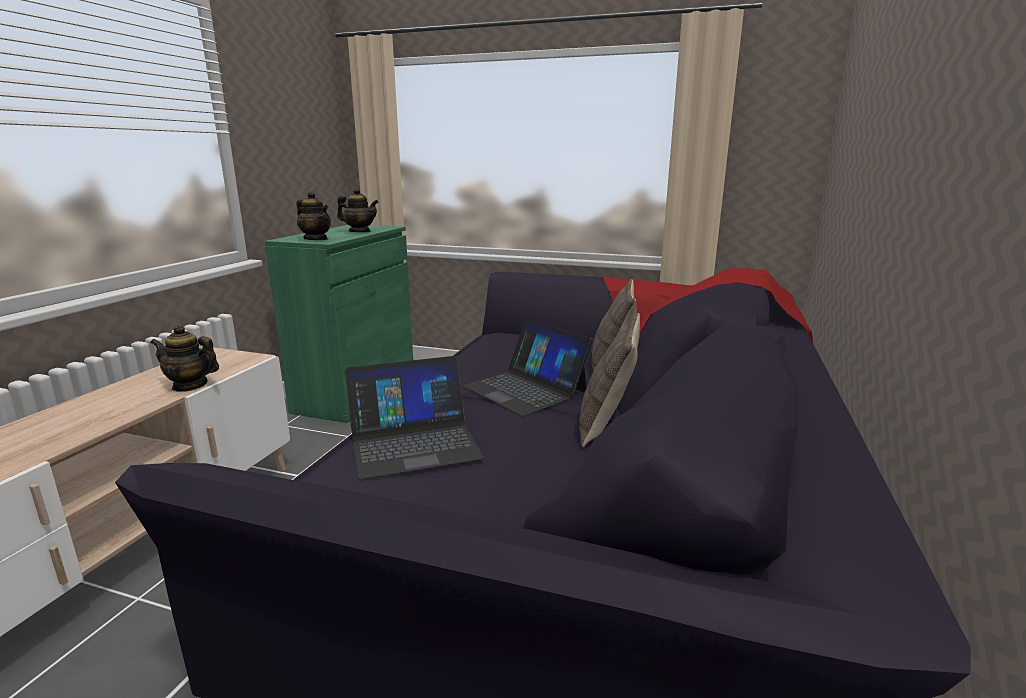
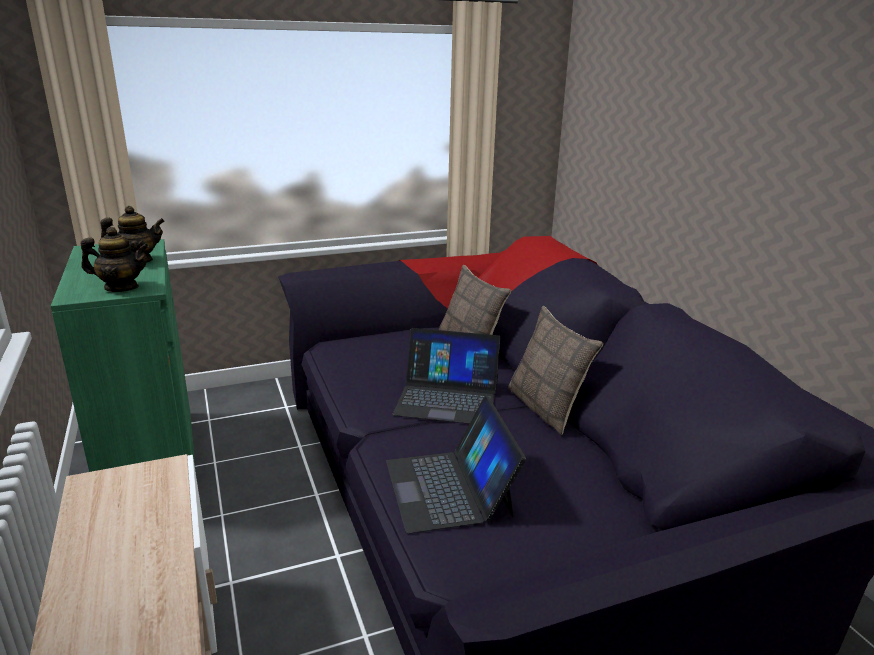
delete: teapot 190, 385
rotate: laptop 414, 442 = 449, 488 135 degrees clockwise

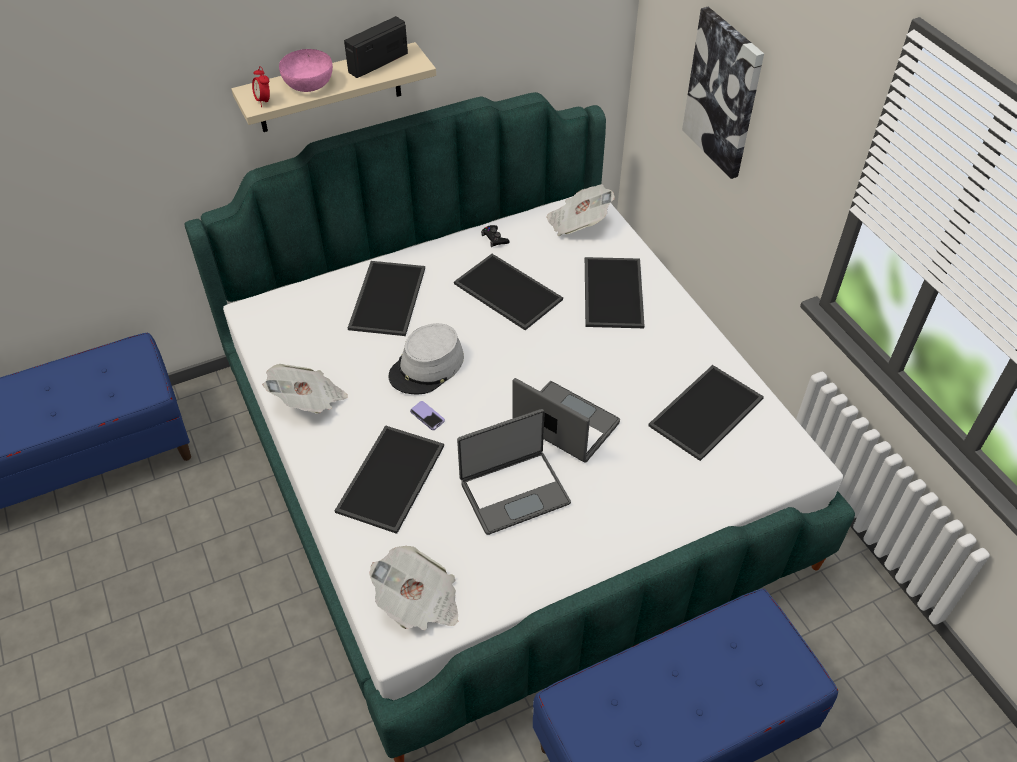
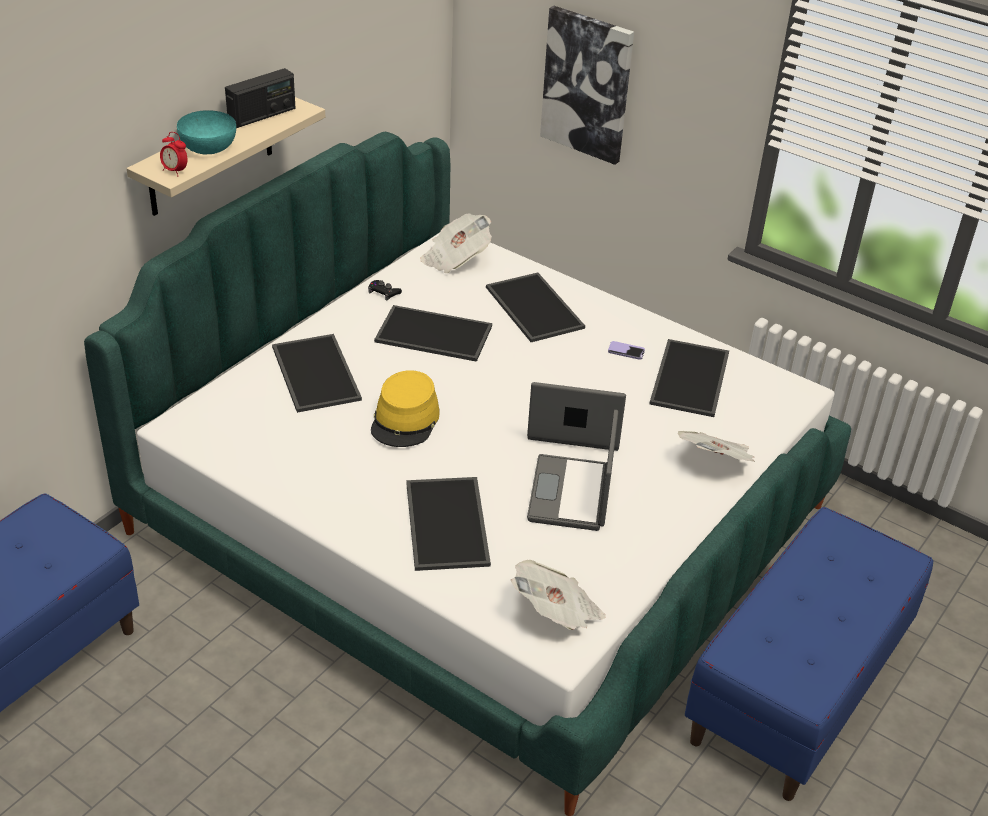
move: phone 427, 416 to 626, 351; newspaper 309, 401 to 716, 462
recolor: pink bowl 309, 84 to turquoise bowl 209, 147; grey hat 427, 367 to yellow hat 405, 420
rotate: radio 378, 62 = 262, 115 150 degrees counterclockwise; laptop 514, 491 = 572, 494 150 degrees clockwise

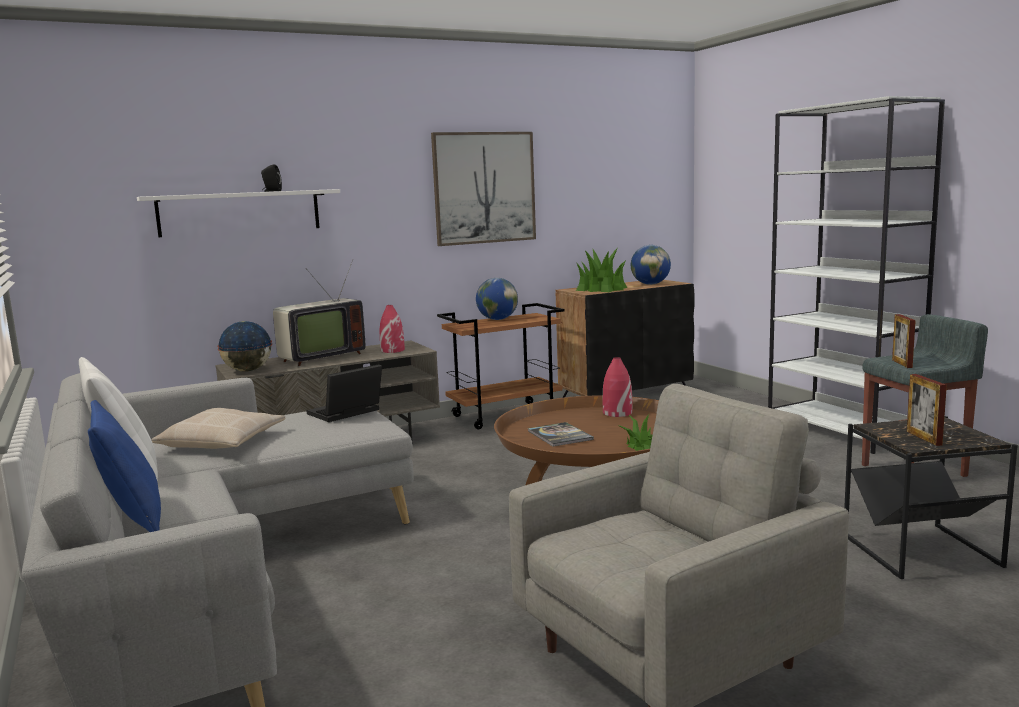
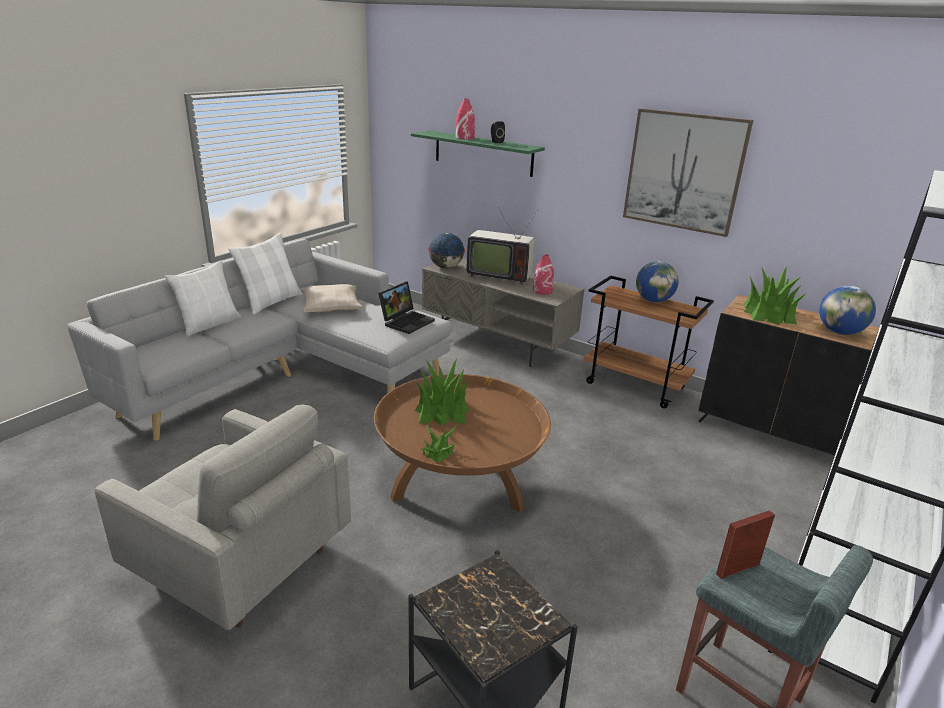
delete: picture frame 924, 438
move: red vase 617, 413 to 464, 138
replace: book 559, 435 to potted plant 442, 410
recolor: blue pillow 132, 518 to white pillow 209, 324; white shelf 240, 212 to green shelf 483, 153
rotate: laptop 345, 413 = 407, 321 105 degrees clockwise

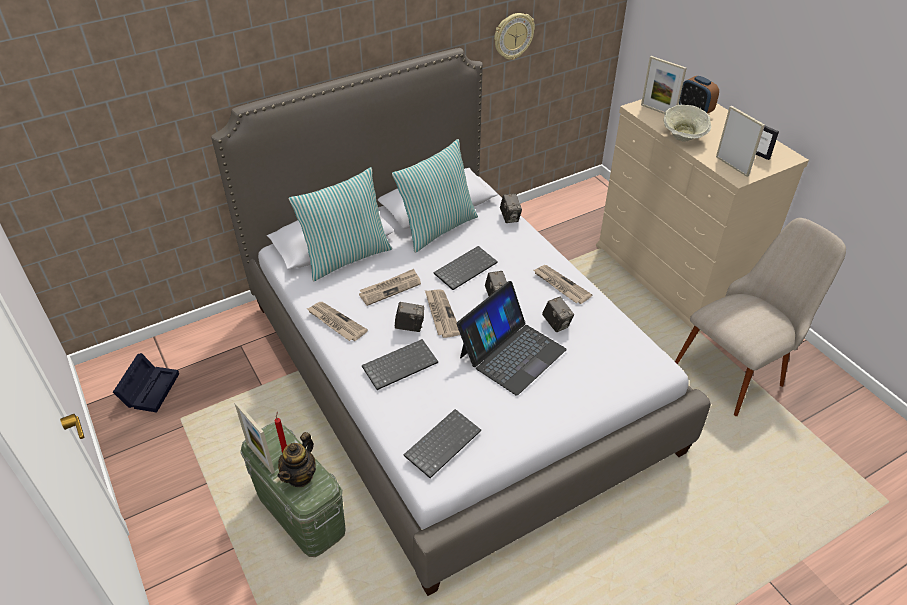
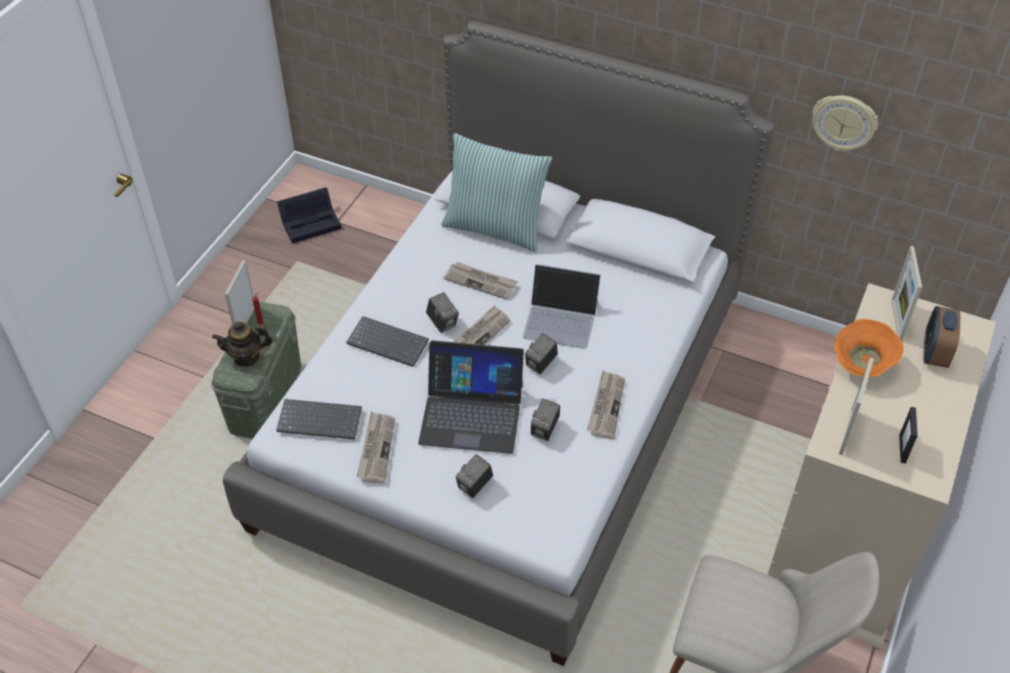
delete: pillow 437, 228
move: newspaper 336, 322 to 376, 449; photo camera 510, 217 to 474, 486
replace: keyboard 465, 268 to laptop 561, 319
recolor: beige bowl 683, 137 to orange bowl 862, 365

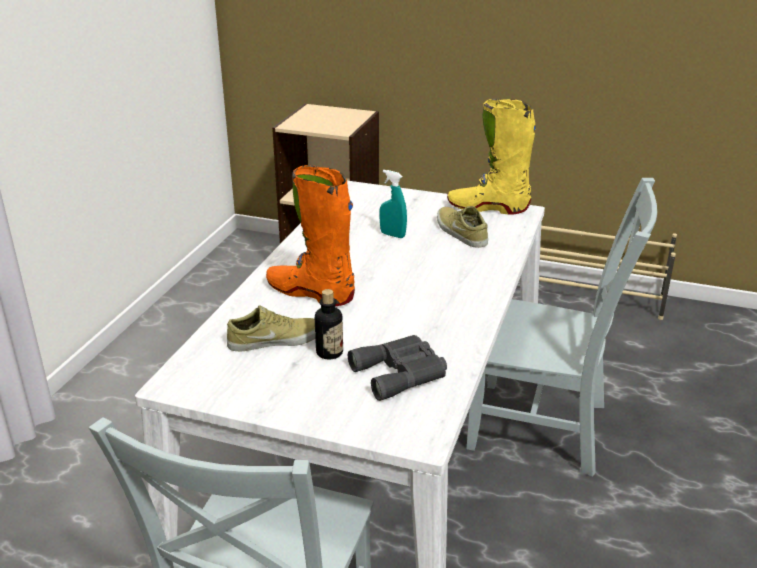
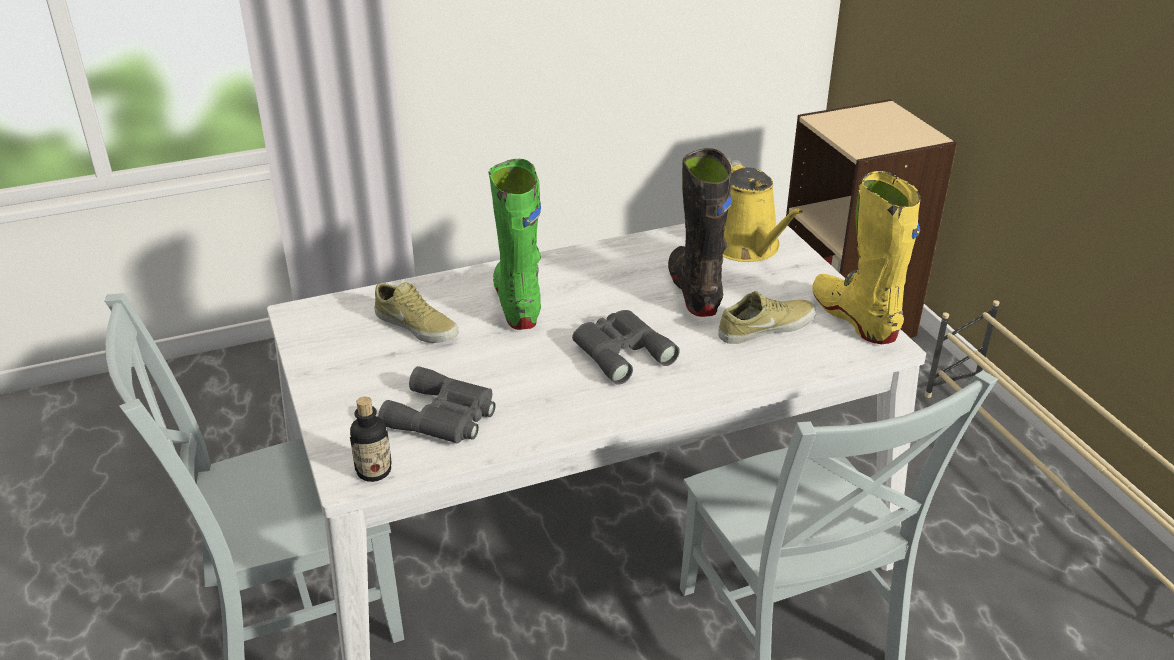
insert: grey binoculars 620, 351; yellow watering can 748, 248
move: bottle 329, 352 to 374, 471
replace: turquoise spray bottle 392, 235 to black boot 694, 291
recolor: orange boot 311, 293 to green boot 517, 303
rotate: beige shoe 460, 232 = 765, 327 45 degrees clockwise

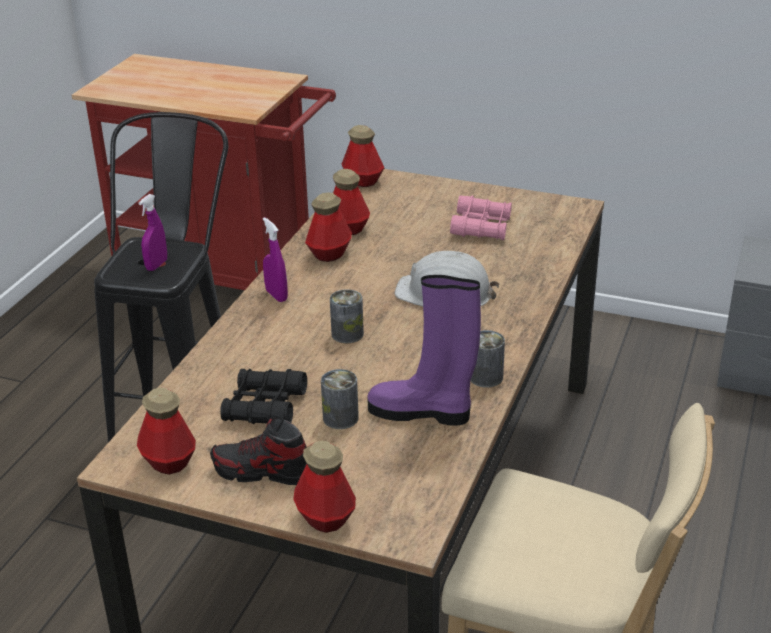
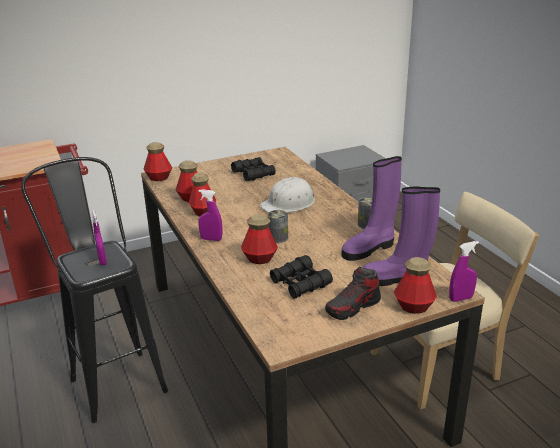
delete: can 340, 418
insert: purple boot 395, 279; purple spray bottle 461, 298
move: bottle 169, 462 to 259, 259
recolor: pink binoculars 481, 227 to black binoculars 253, 174

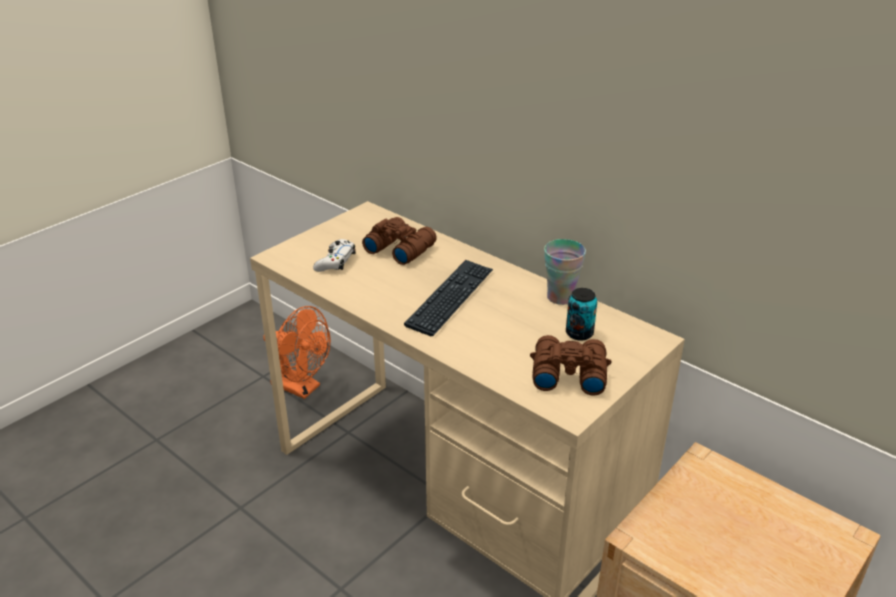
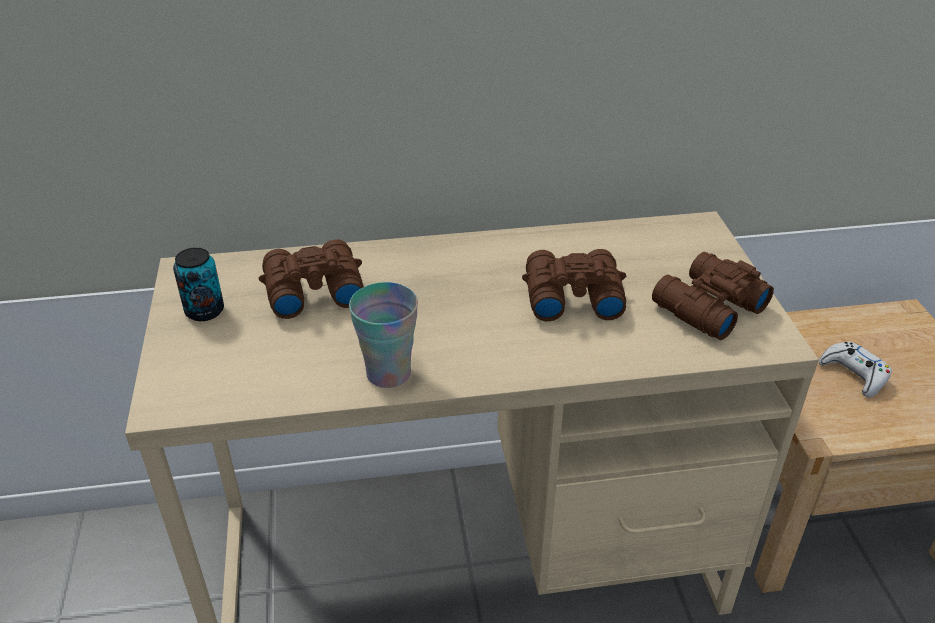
delete: orange fan 302, 388; keyboard 450, 298
insert: brown binoculars 570, 296
move: can 579, 333 to 204, 311; cup 560, 297 to 388, 373; white game controller 335, 261 to 854, 374

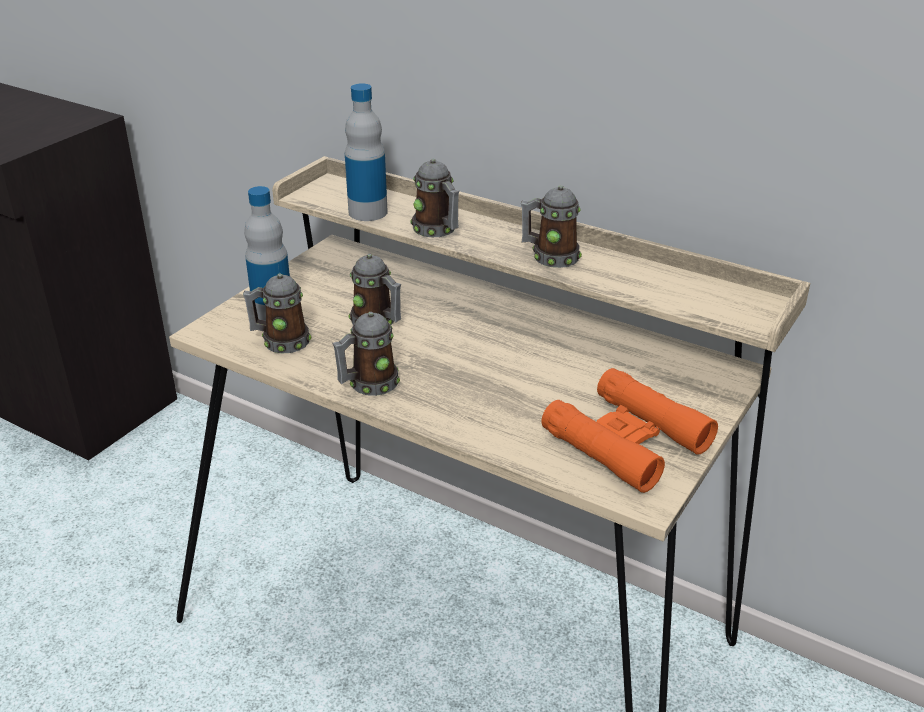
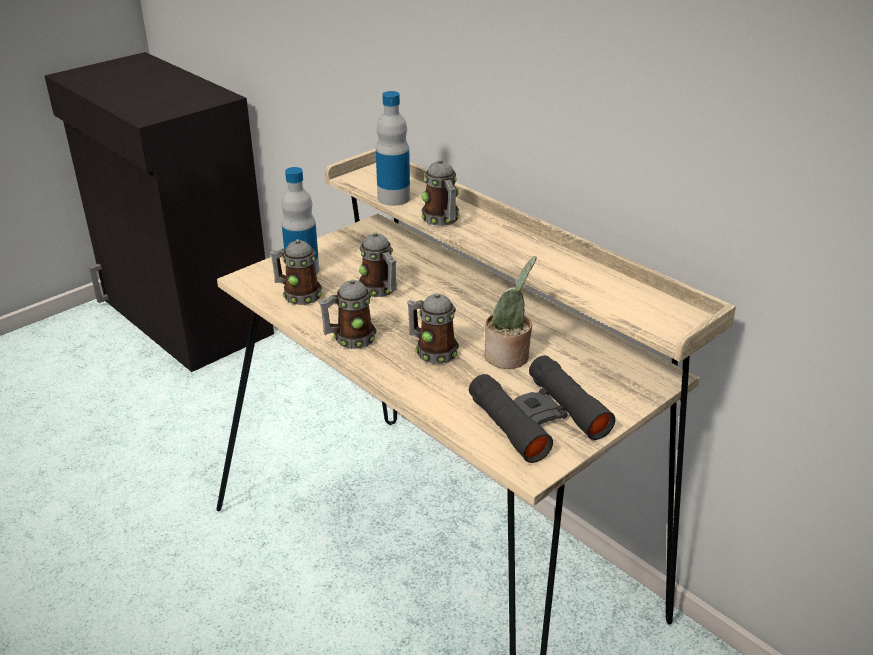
insert: potted plant 509, 357
move: mug 550, 257 to 432, 351
recolor: orange binoculars 626, 440 to black binoculars 538, 418

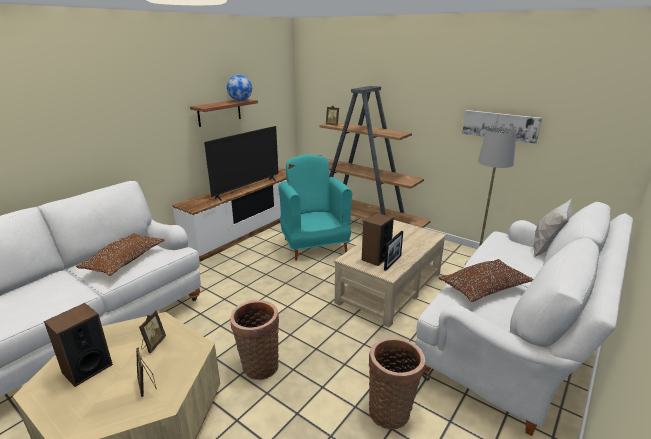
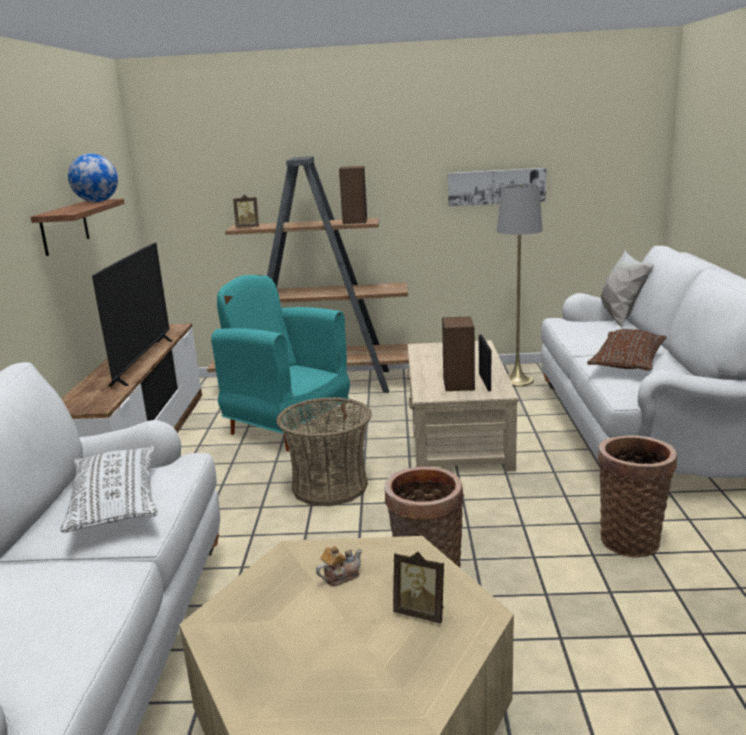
insert: basket 329, 486
move: speaker 87, 369 to 354, 221
replace: picture frame 153, 344 to teapot 340, 576
recolor: brown pillow 125, 261 to white pillow 116, 502

